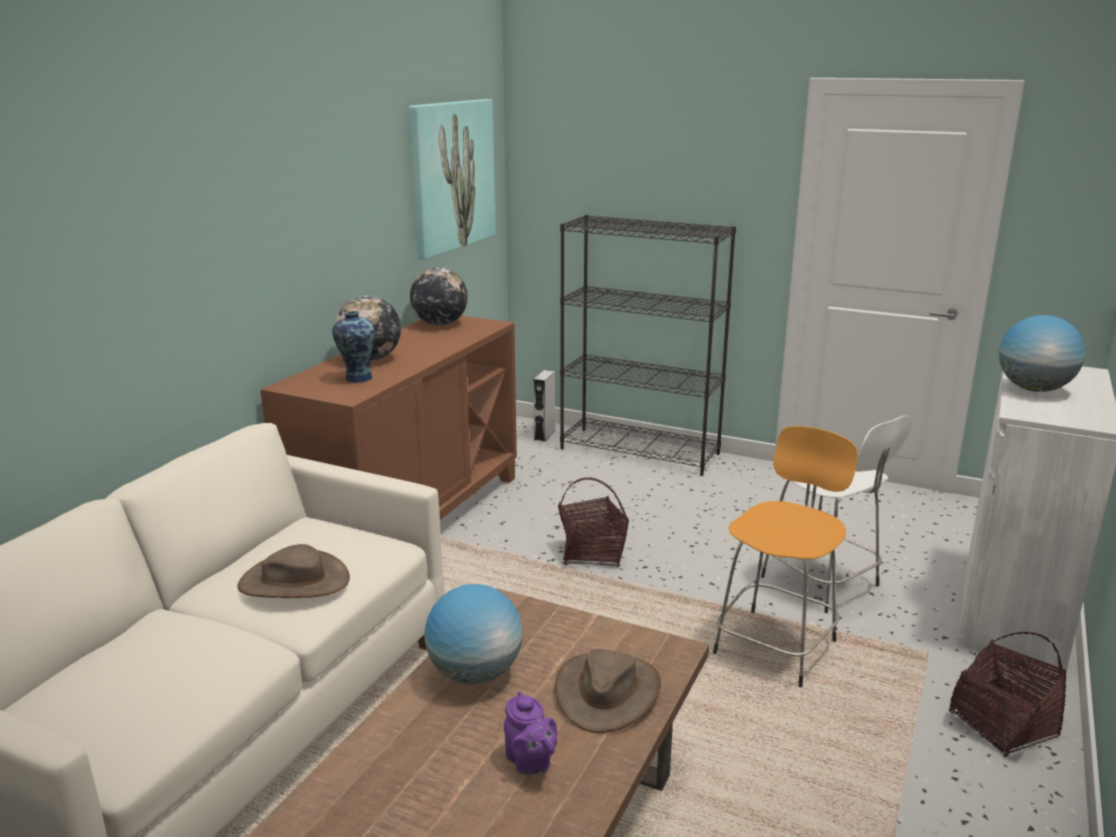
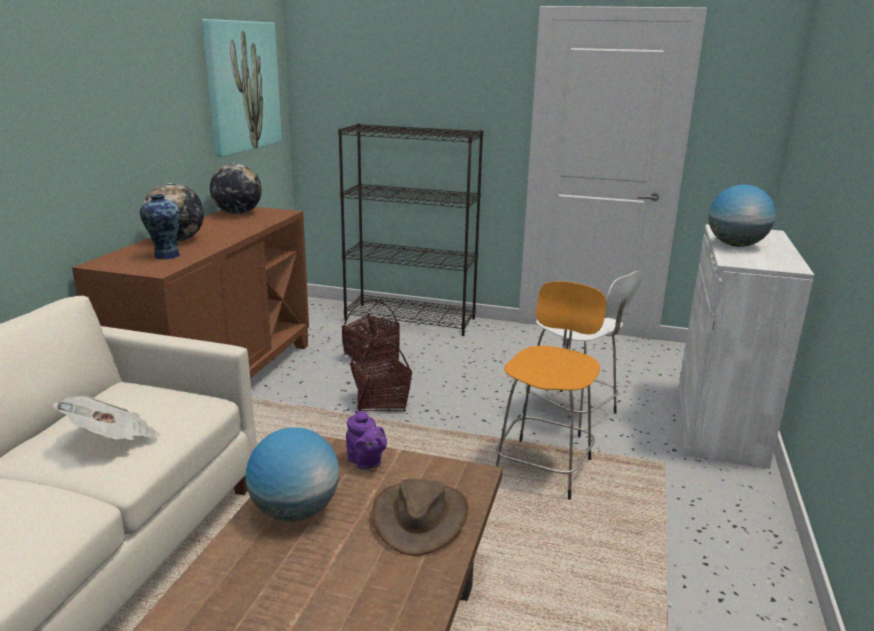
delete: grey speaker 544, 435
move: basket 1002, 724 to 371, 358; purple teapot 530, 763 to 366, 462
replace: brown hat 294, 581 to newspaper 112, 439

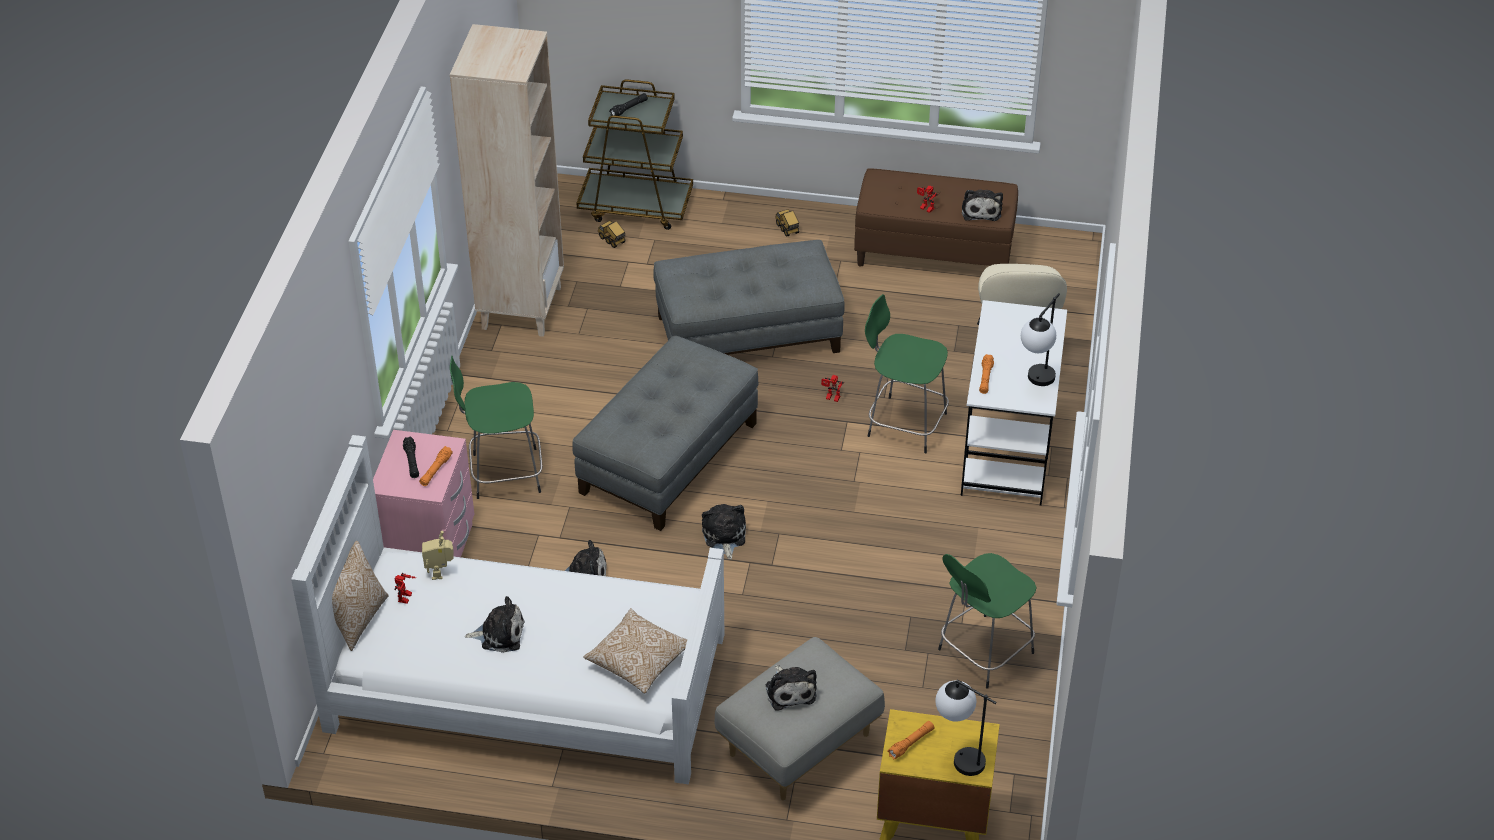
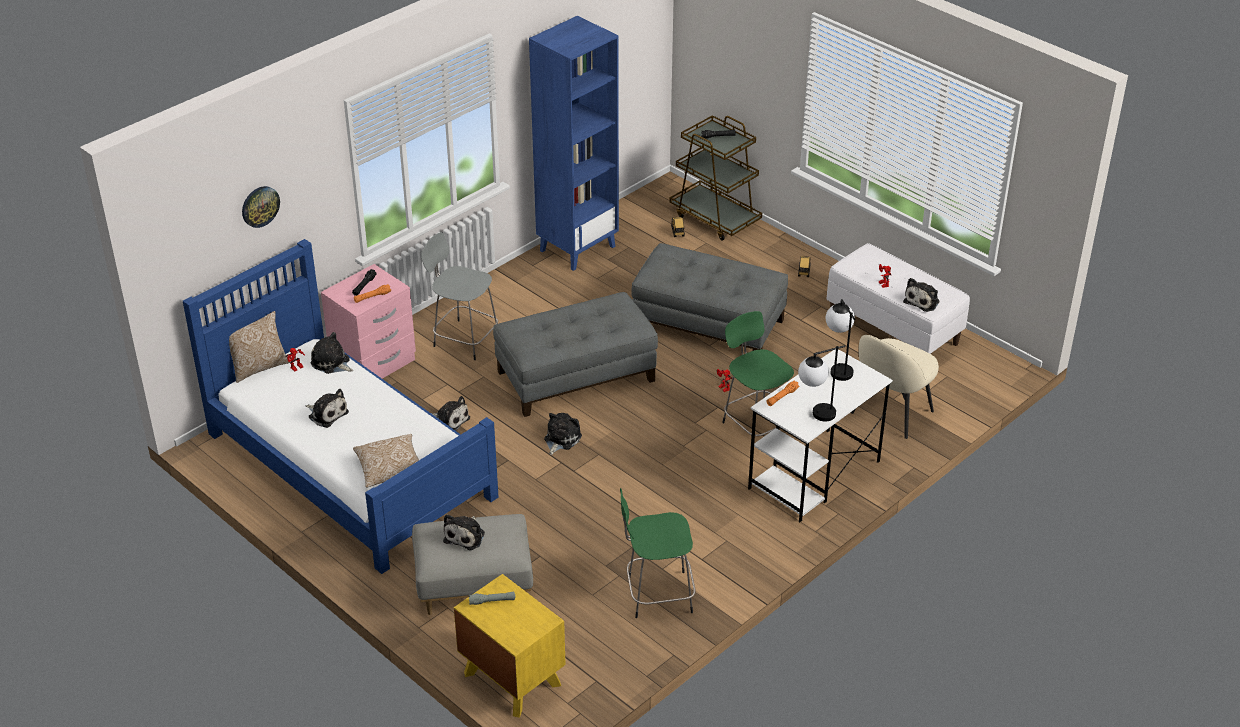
insert: wall clock 260, 206
move: table lamp 958, 756 to 837, 367
replace: toy robot 440, 572 to plush toy 332, 363
recolor: white bed 525, 682 to blue bed 349, 464; green stool 503, 473 to grey stool 464, 339; orange flashlight 911, 743 to grey flashlight 492, 601; beige bookcase 521, 307 to blue bookcase 577, 248; brown bench 934, 253 to white bench 894, 329

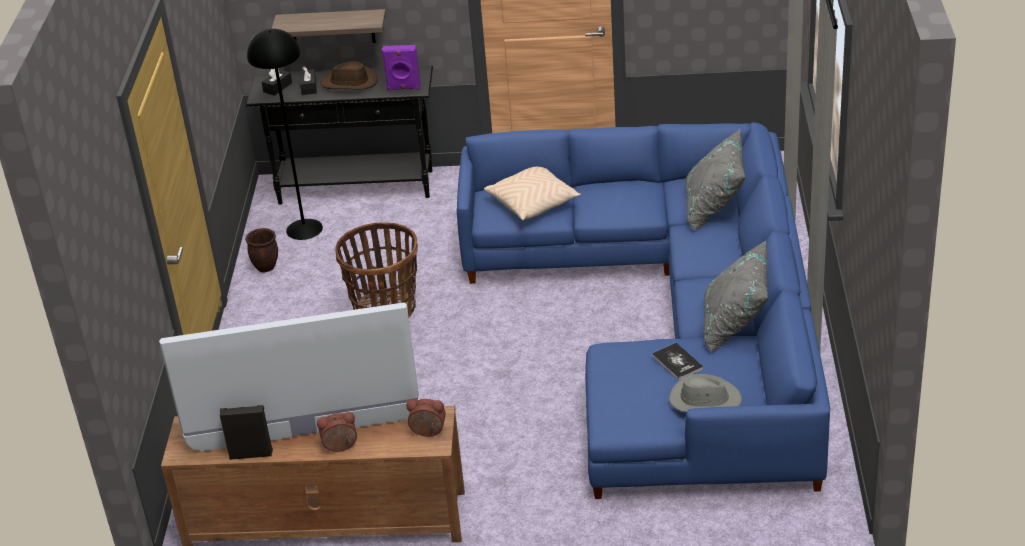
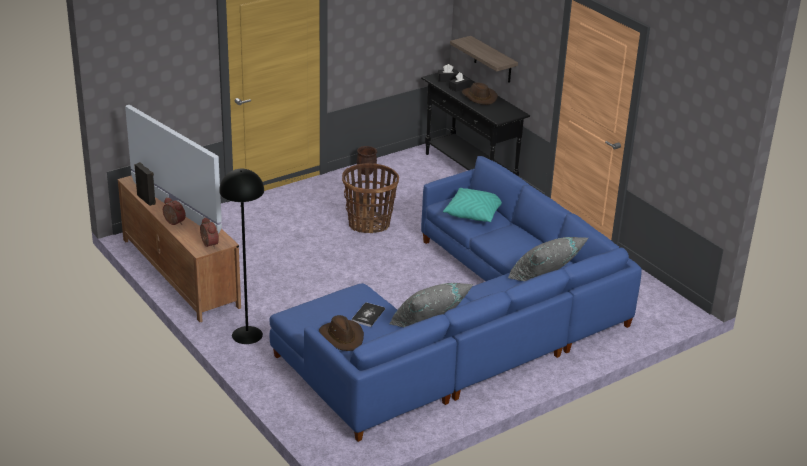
delete: purple speaker 403, 88
move: black floor lamp 304, 229 to 246, 334
recolor: grey hat 704, 399 to brown hat 342, 337; beige pillow 533, 203 to turquoise pillow 474, 213

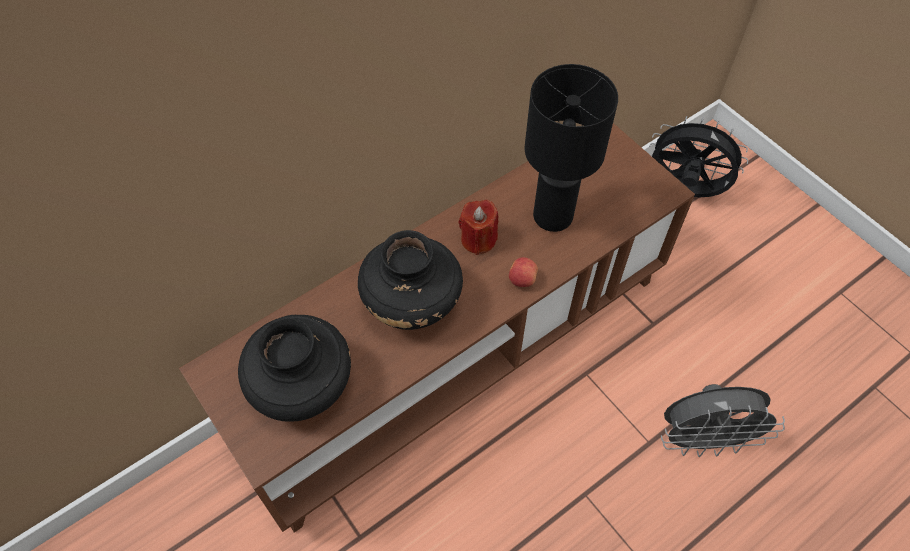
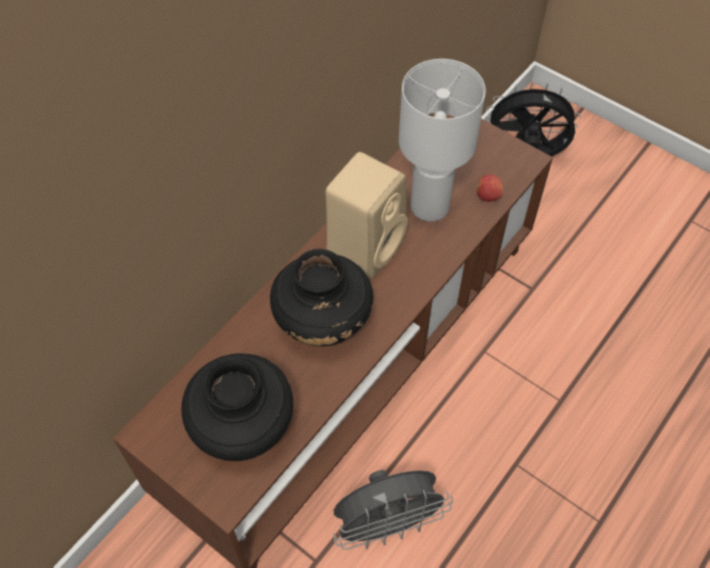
move: grey fan 703, 440 to 387, 524; apple 522, 279 to 487, 196
replace: red candle 478, 239 to beige speaker 366, 244
recolor: black table lamp 551, 216 to white table lamp 428, 207

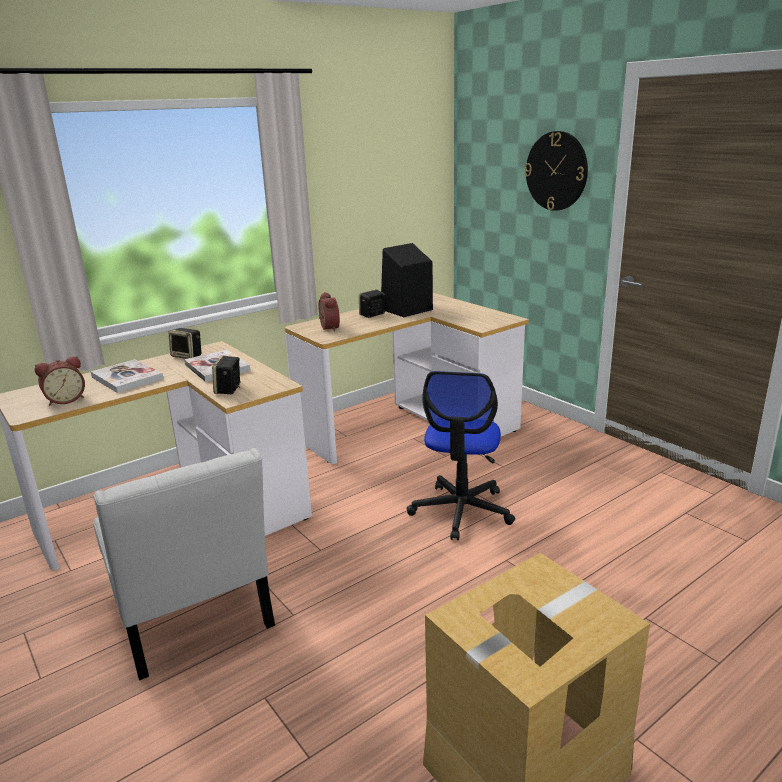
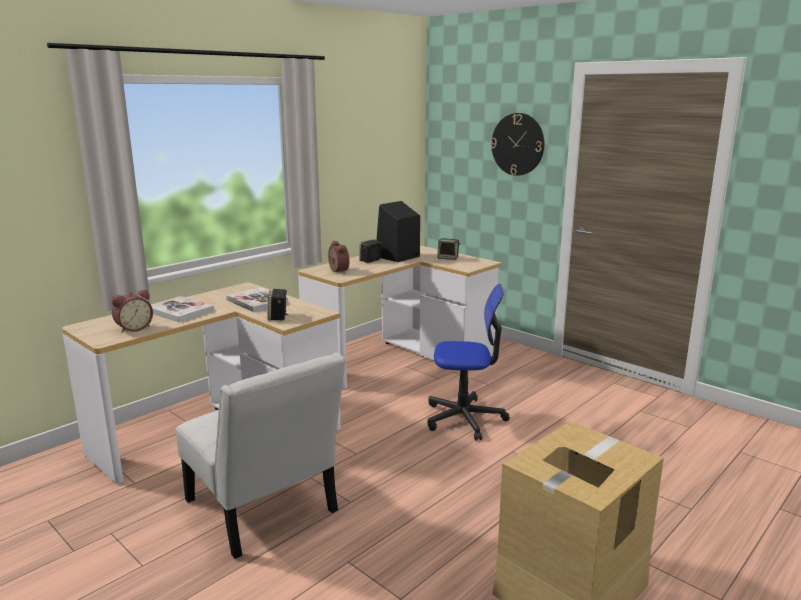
move: speaker 188, 356 to 448, 258
rotate: office chair 461, 511 = 464, 418 90 degrees counterclockwise

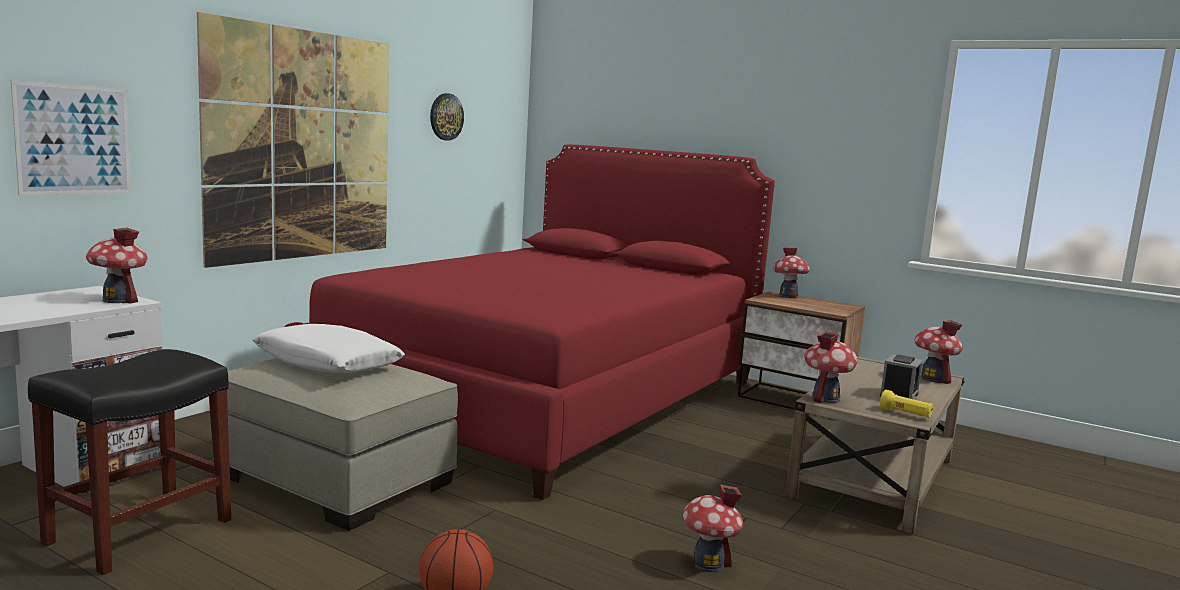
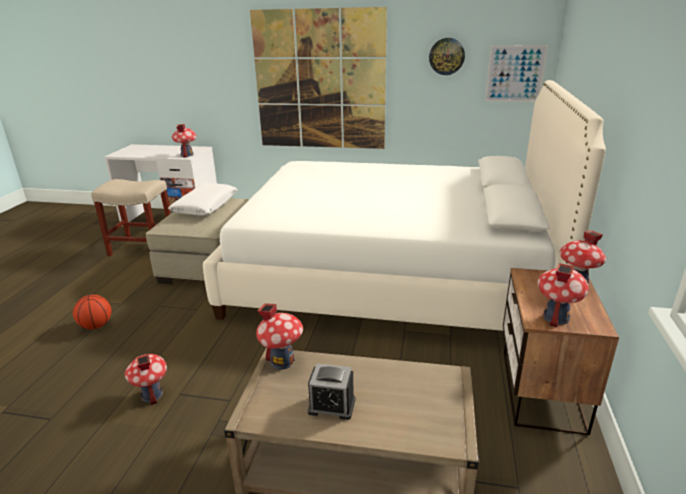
delete: yellow flashlight 905, 414
move: picture 74, 140 to 515, 74; toy house 933, 379 to 556, 317
recolor: black stool 138, 532 to beige stool 142, 248; red bed 545, 395 to white bed 390, 276

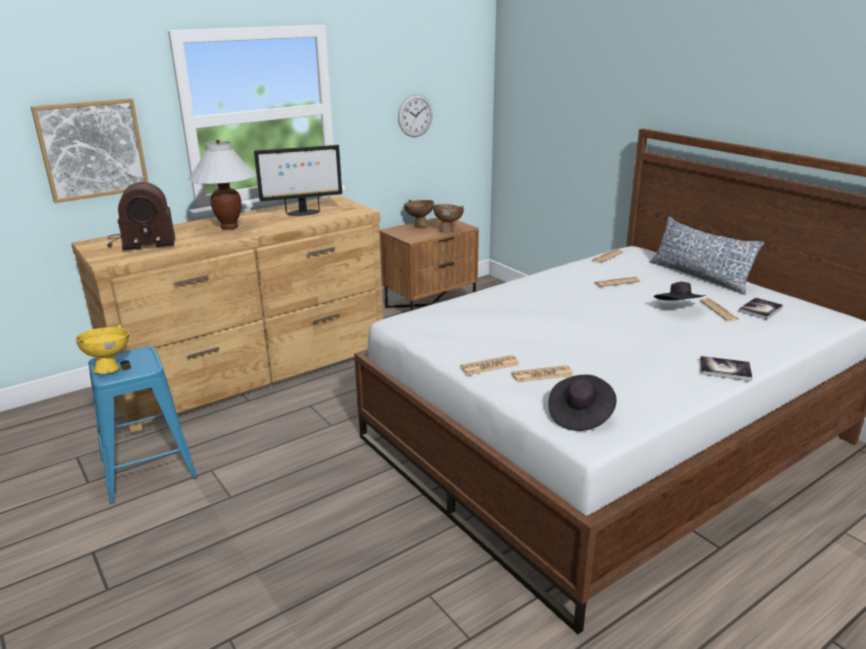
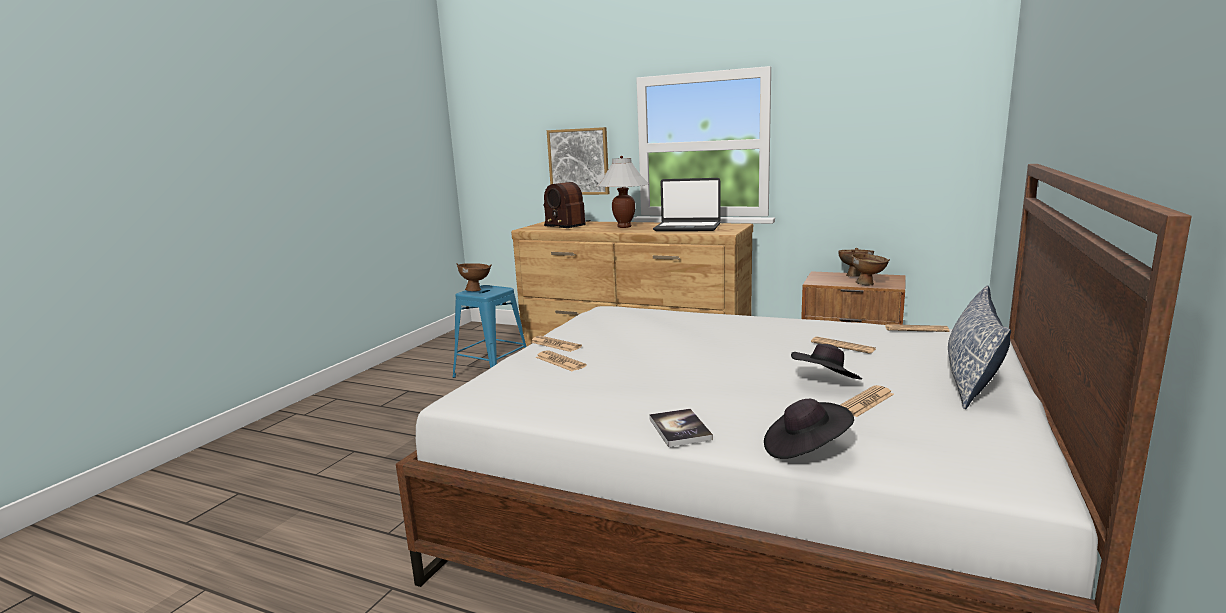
delete: wall clock 415, 115; book 760, 309
move: black hat 580, 415 to 805, 449
replace: monitor 302, 213 to laptop 687, 227
recolor: yellow bowl 110, 367 to brown bowl 477, 290

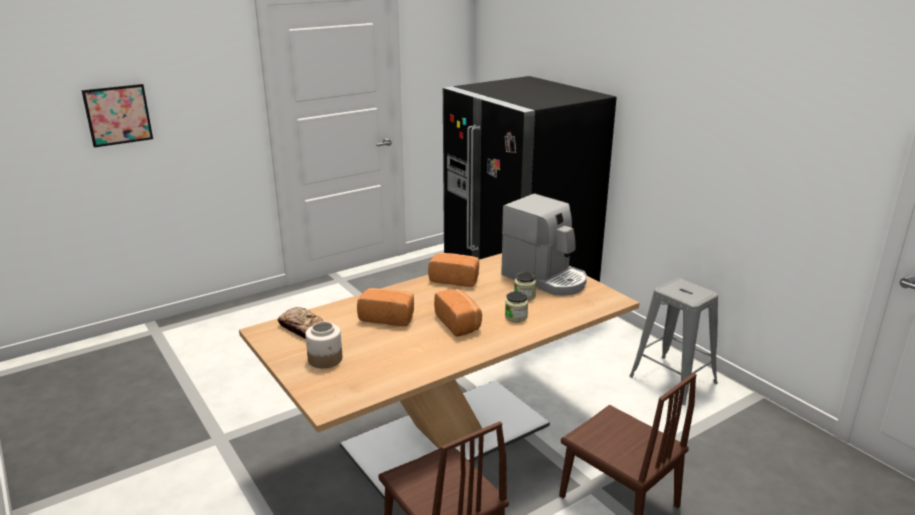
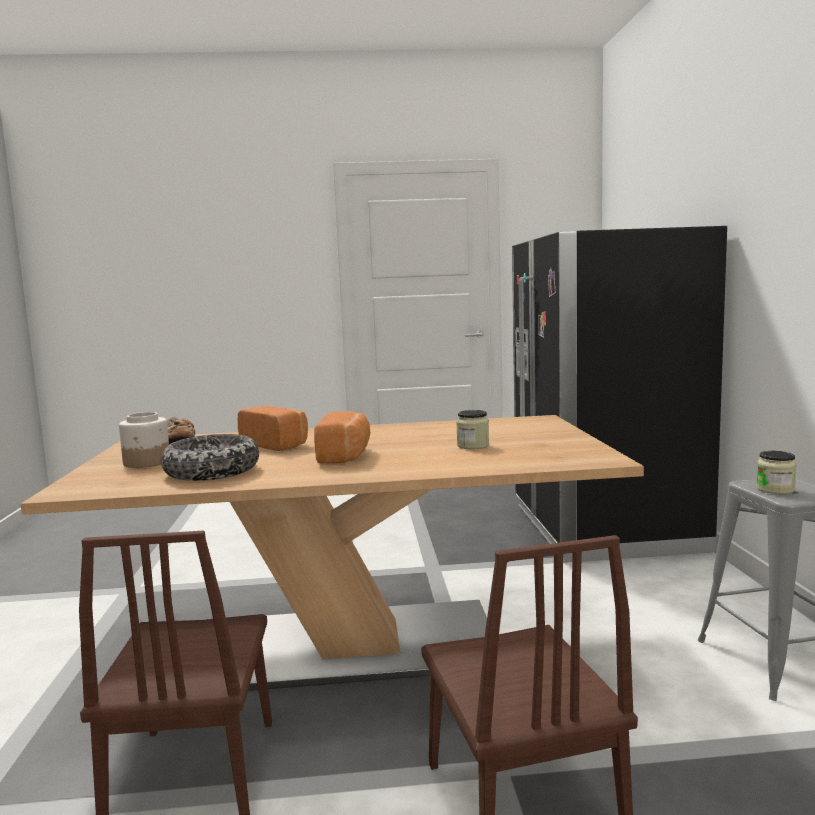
delete: picture 118, 115; bread 455, 279; coffee machine 545, 278
insert: bowl 212, 472
move: jar 516, 317 to 775, 489

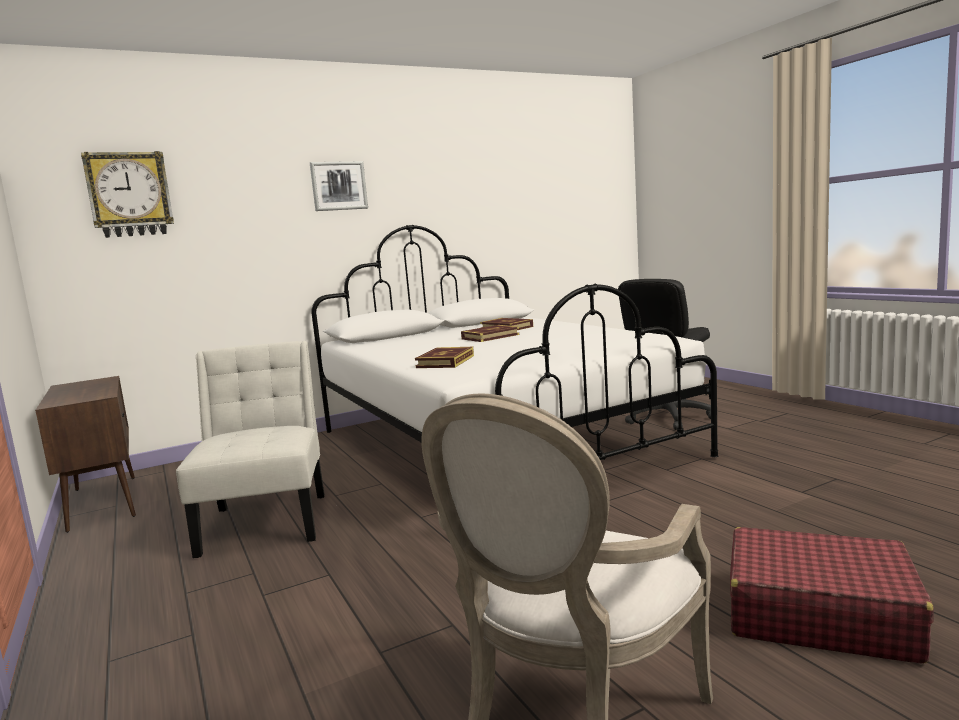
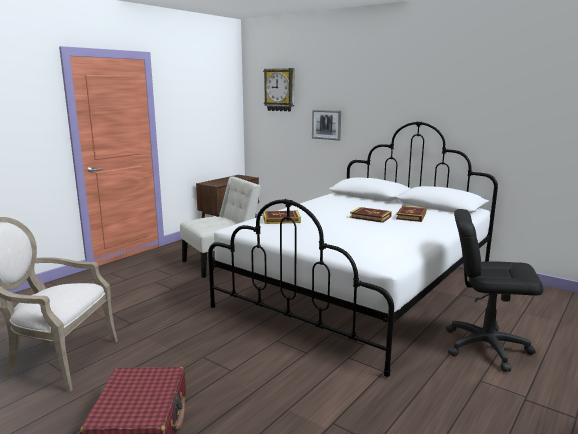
move: picture 339, 186 to 326, 124

